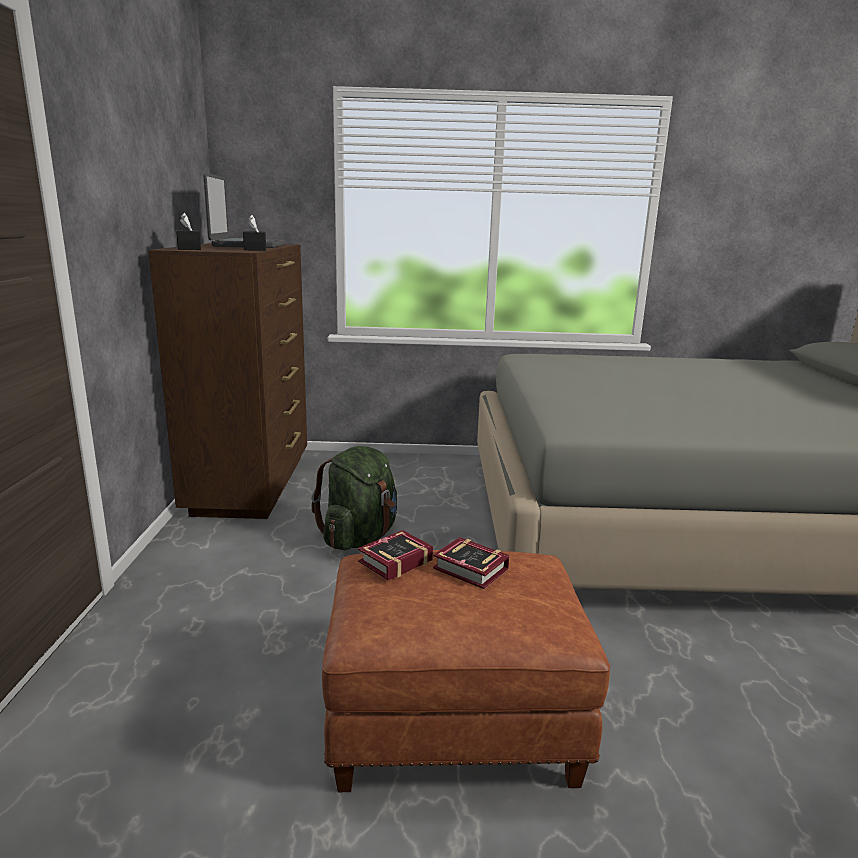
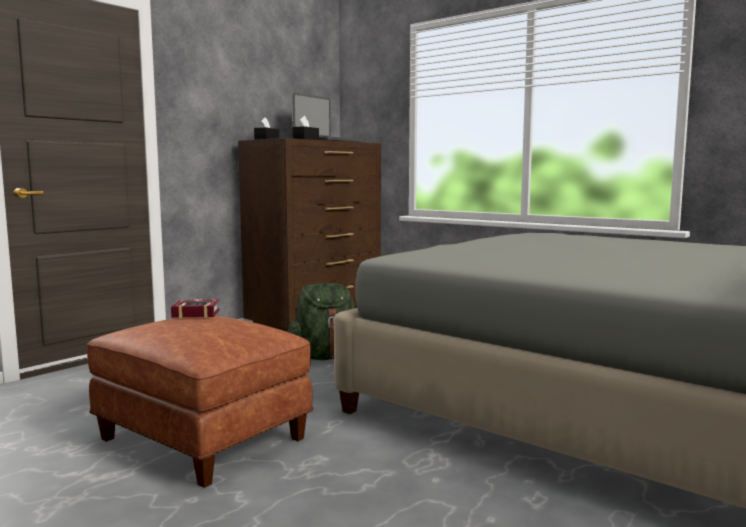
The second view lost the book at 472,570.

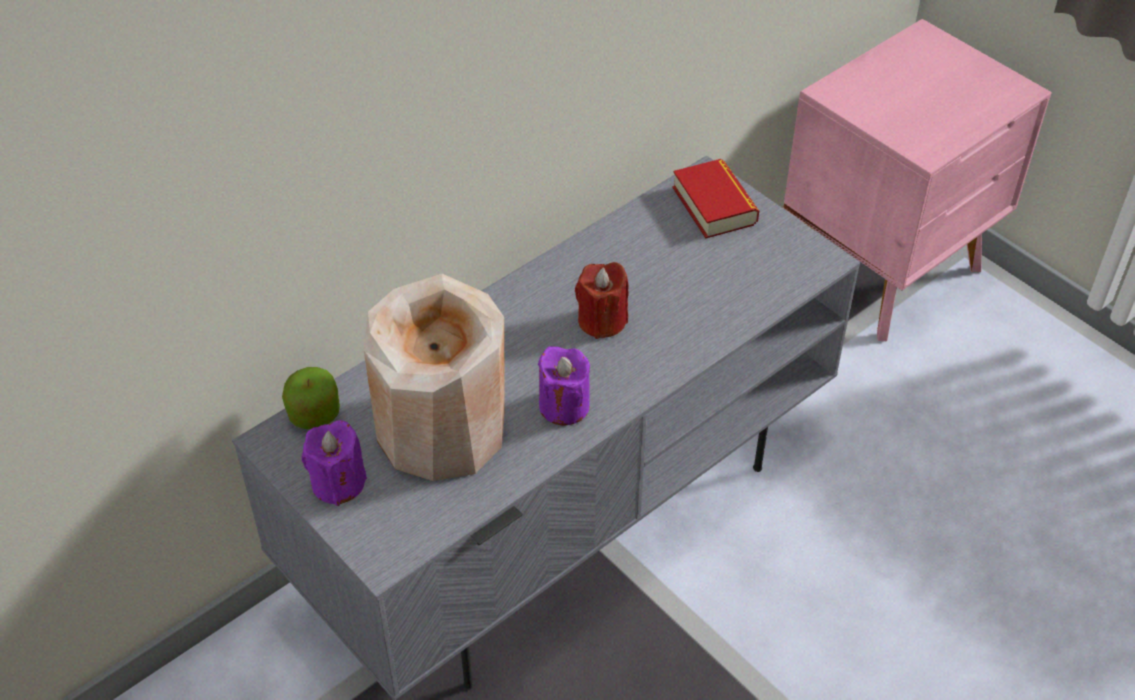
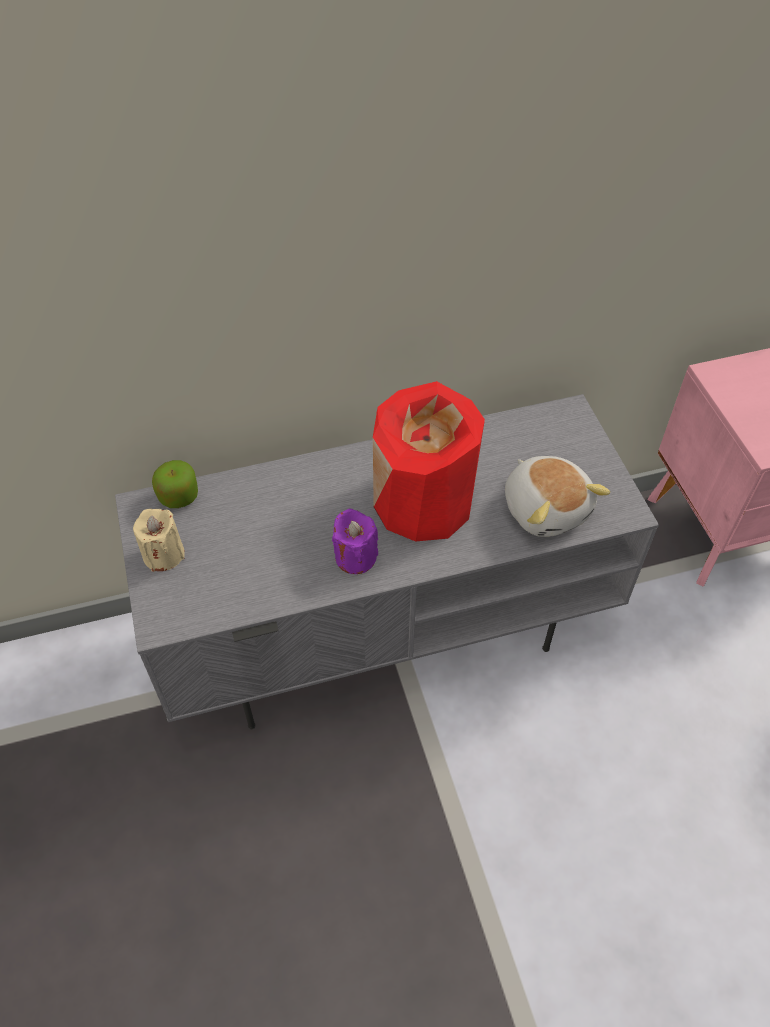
The second view lost the book at 714,205. Where the candle (red) stood at 602,321, the vase (red) came to stand at 423,499. The second view lost the vase (beige) at 442,427. What was the candle (purple) at 338,483 turned into the candle (beige) at 163,554. The second view gained the plush toy at 546,508.

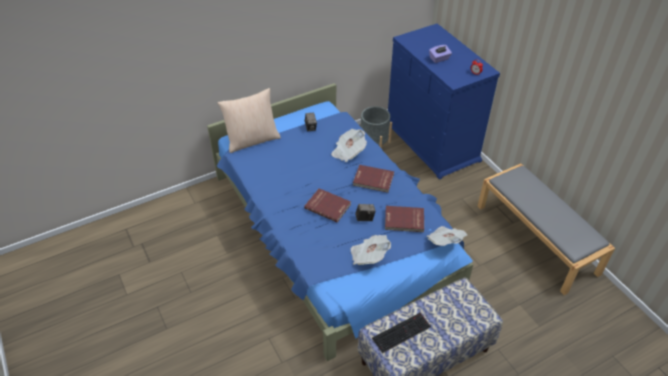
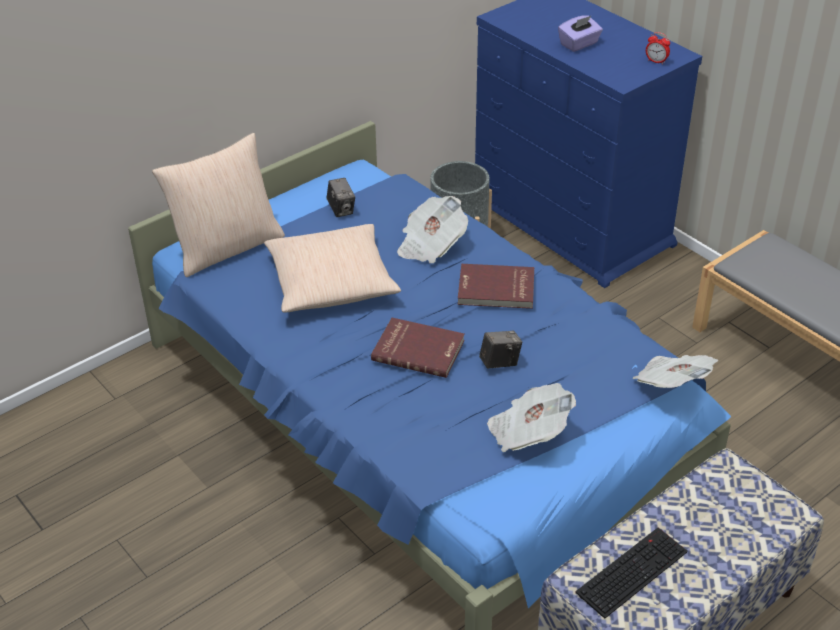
The second view lost the book (red) at 404,220. The second view gained the pillow (beige) at 331,282.

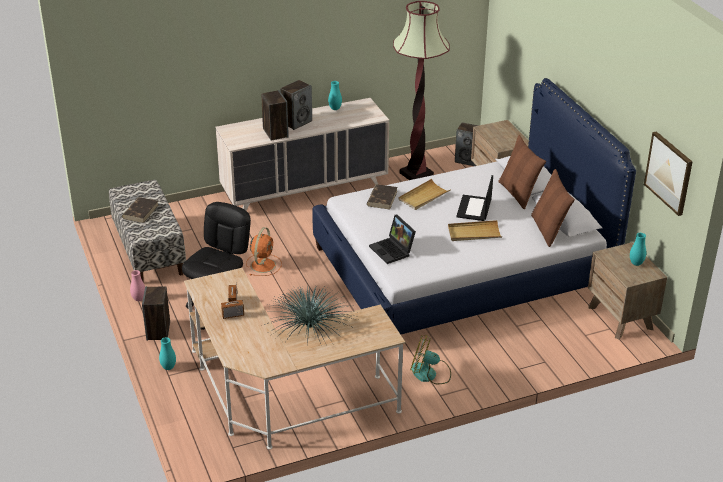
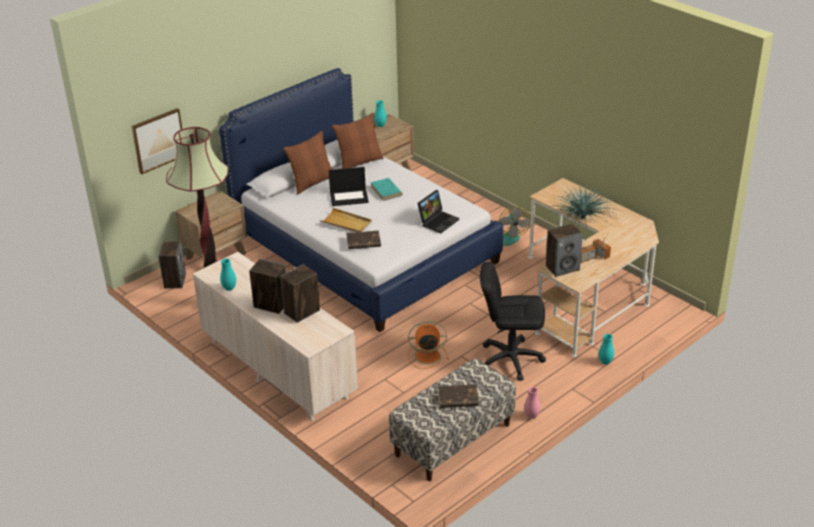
The picture ended up elsewhere, having gone from 669,173 to 158,140. Where the tray (beige) stood at 474,233, the book (turquoise) came to stand at 386,191. The speaker ended up elsewhere, having gone from 158,331 to 562,268.

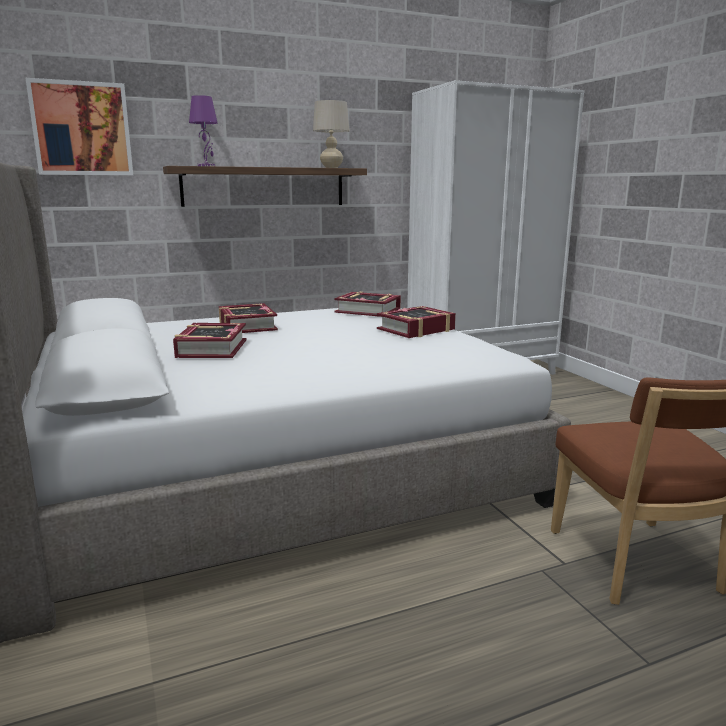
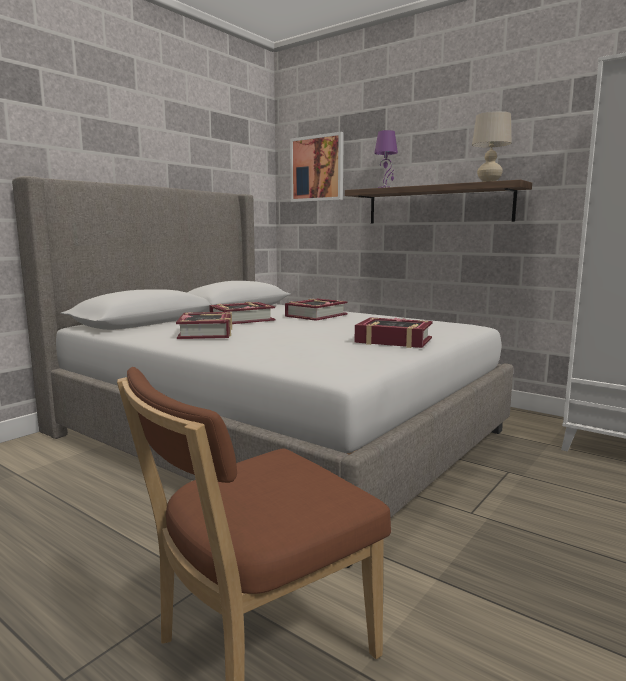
The book ended up elsewhere, having gone from 368,311 to 206,333.

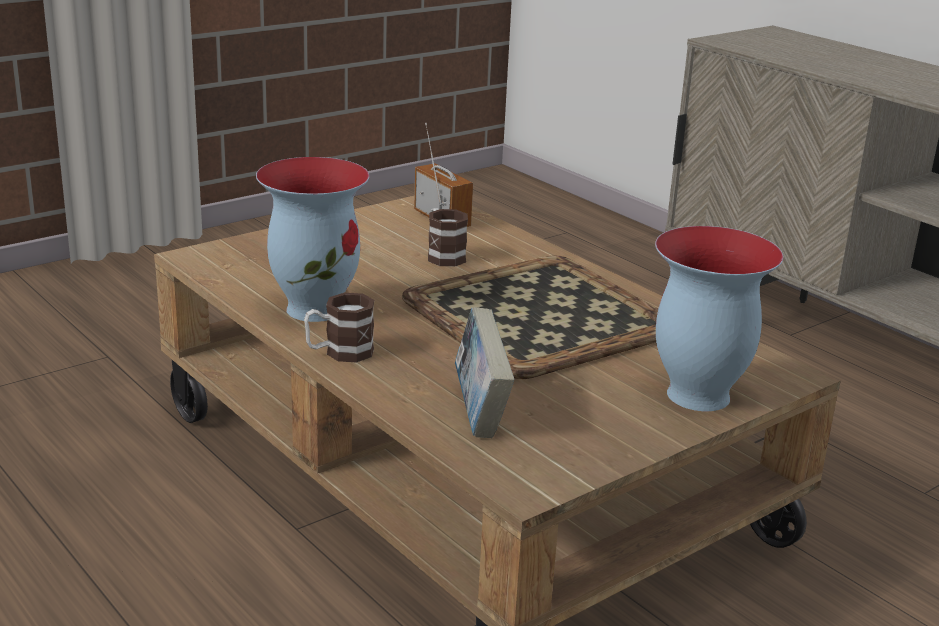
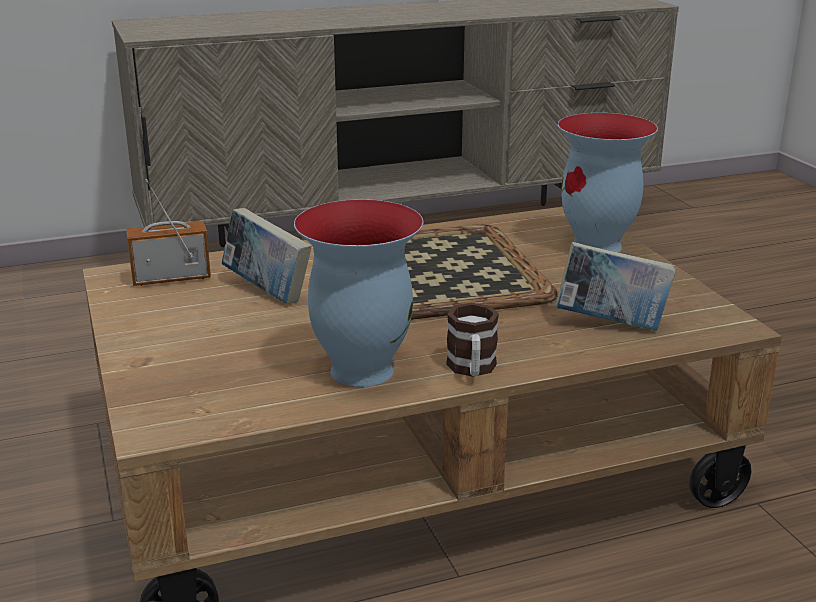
Where the mug stood at 443,255, the book came to stand at 267,291.

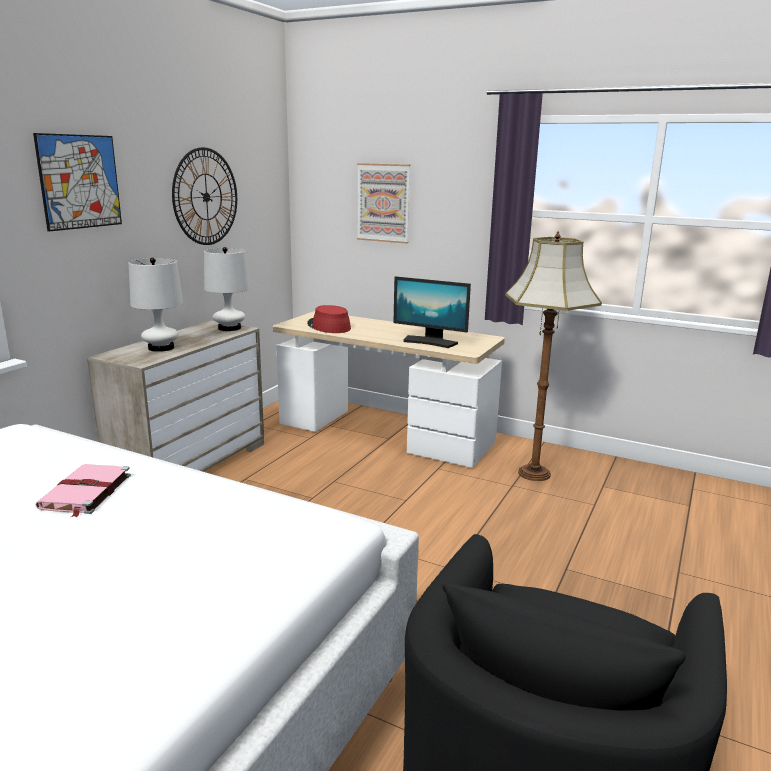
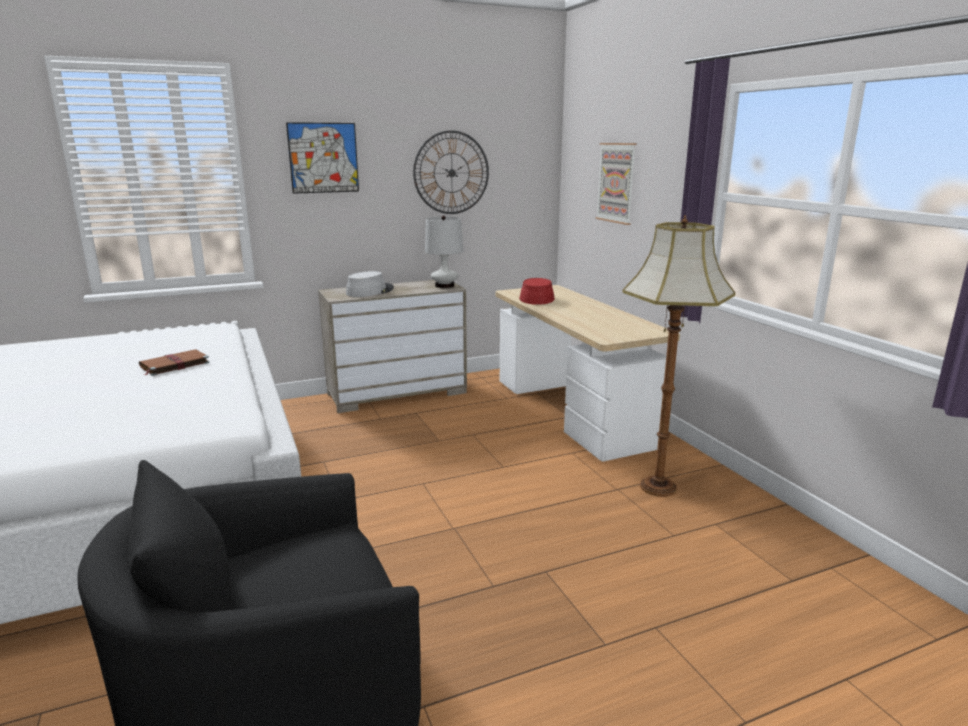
Where the table lamp (white) stood at 161,348, the hat (grey) came to stand at 370,291. The second view lost the monitor at 430,342. What was the book (pink) at 85,492 turned into the book (brown) at 173,365.

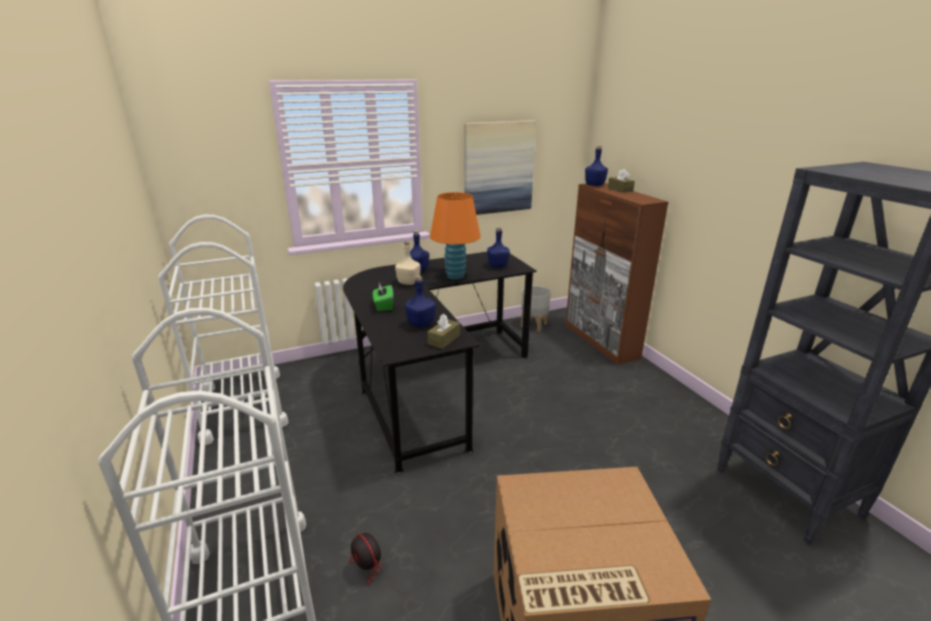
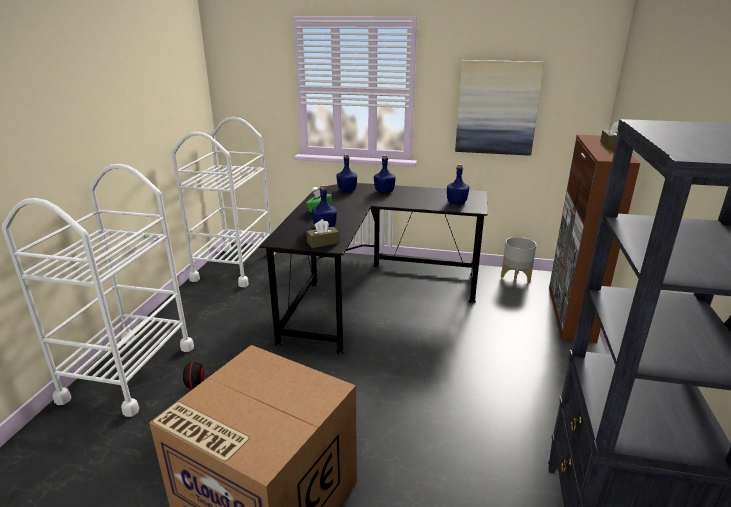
The bottle (blue) ended up elsewhere, having gone from 594,185 to 346,190. The second view lost the table lamp (orange) at 455,276. The second view lost the bottle (beige) at 408,282.

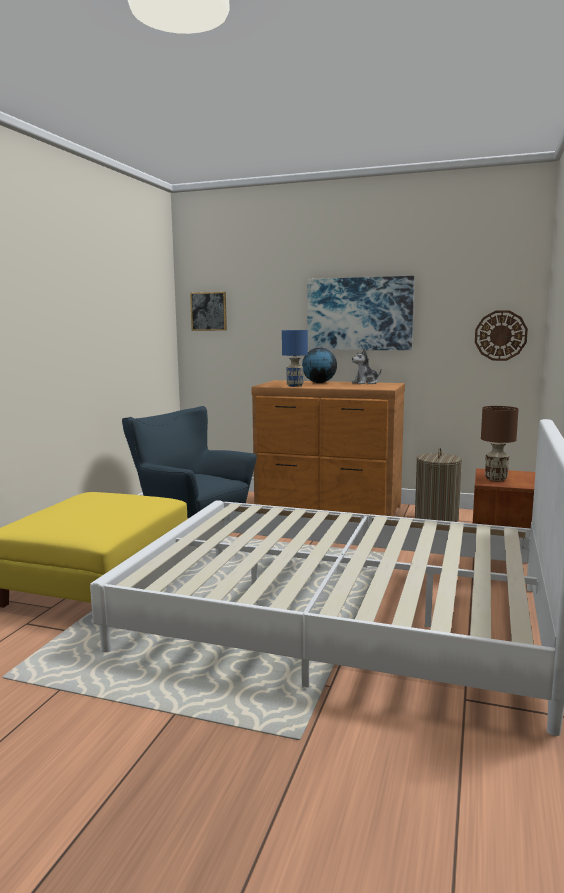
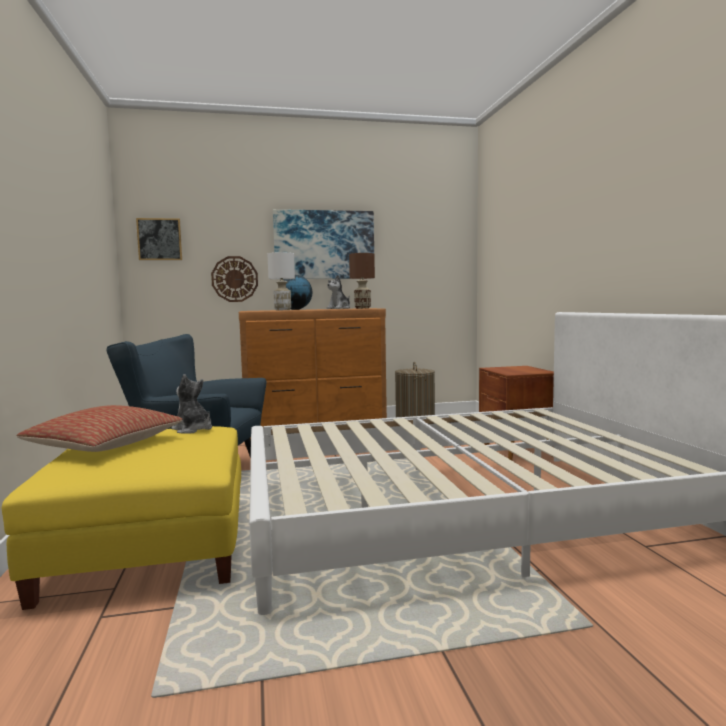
The wall clock ended up elsewhere, having gone from 500,335 to 234,279. What was the table lamp (blue) at 295,386 turned into the table lamp (white) at 283,310. The table lamp (brown) ended up elsewhere, having gone from 495,479 to 362,308. The second view gained the plush toy at 193,430. The second view gained the pillow at 104,446.

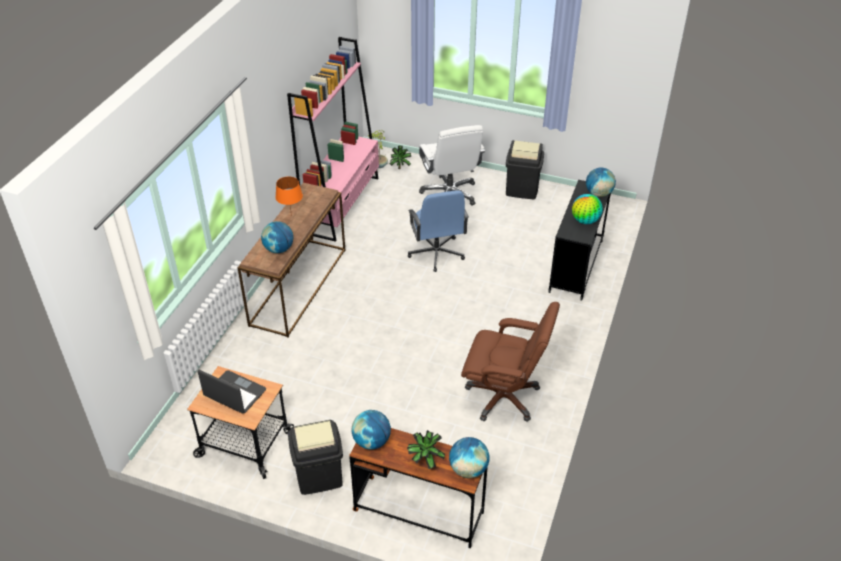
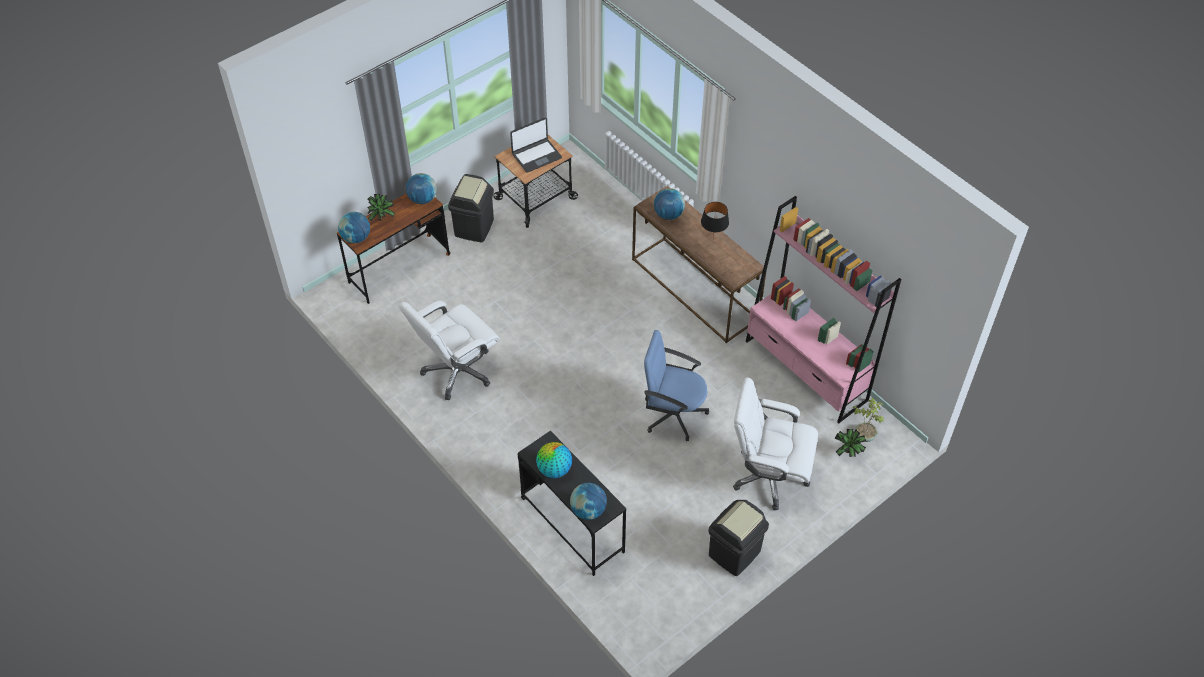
What was the table lamp (orange) at 291,215 turned into the table lamp (black) at 713,238. What was the office chair (brown) at 504,396 turned into the office chair (white) at 457,371.

